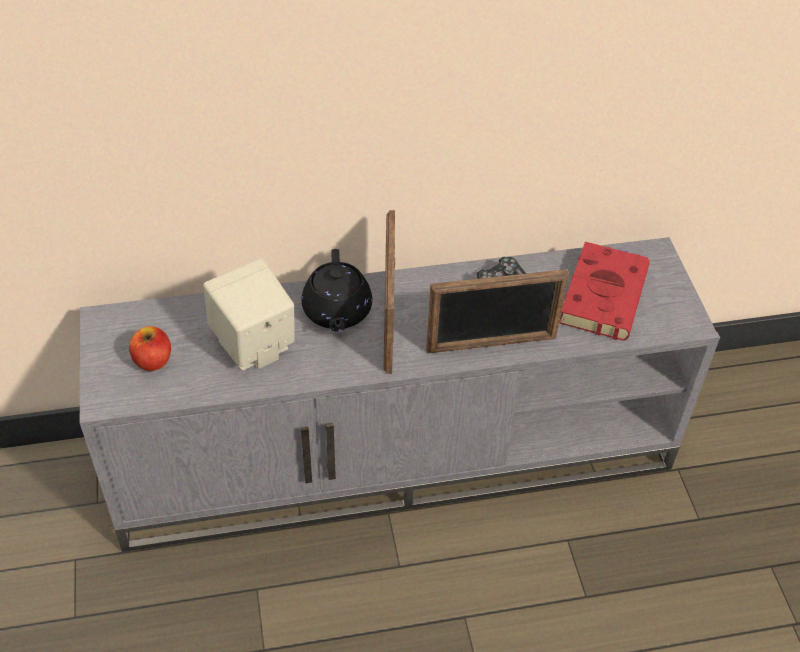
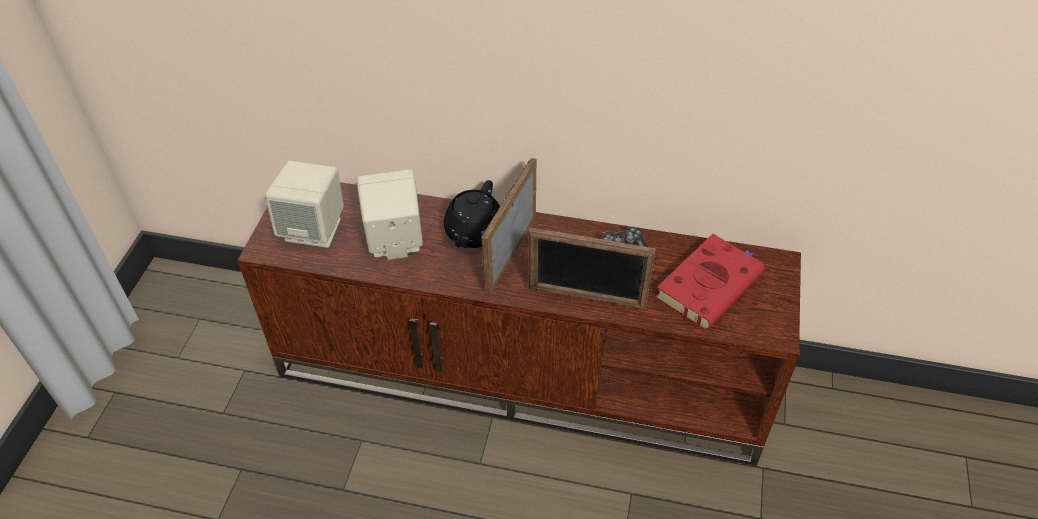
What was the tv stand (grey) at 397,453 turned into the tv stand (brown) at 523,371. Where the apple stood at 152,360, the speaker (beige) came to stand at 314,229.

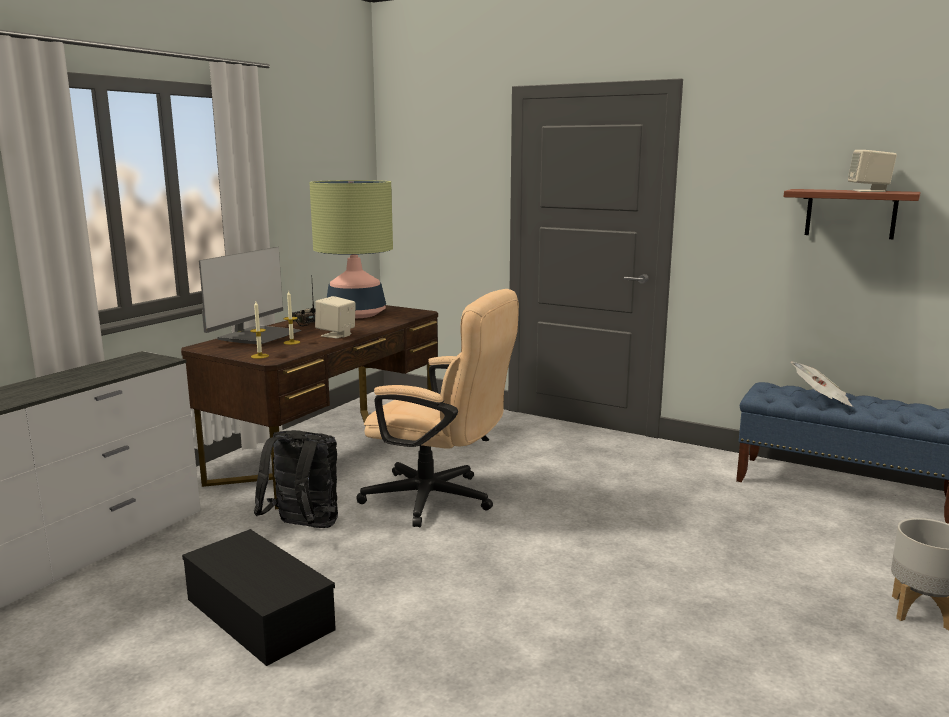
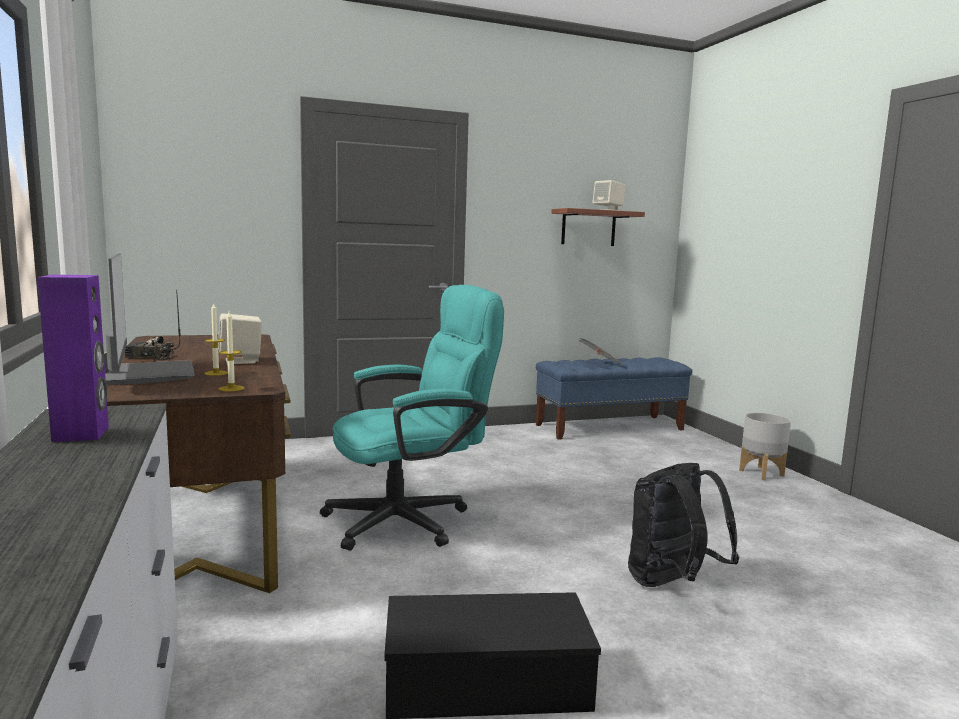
The second view lost the table lamp at 356,314. What was the office chair (beige) at 439,500 turned into the office chair (turquoise) at 411,519. The backpack (black) ended up elsewhere, having gone from 303,527 to 672,583. The second view gained the speaker (purple) at 82,434.

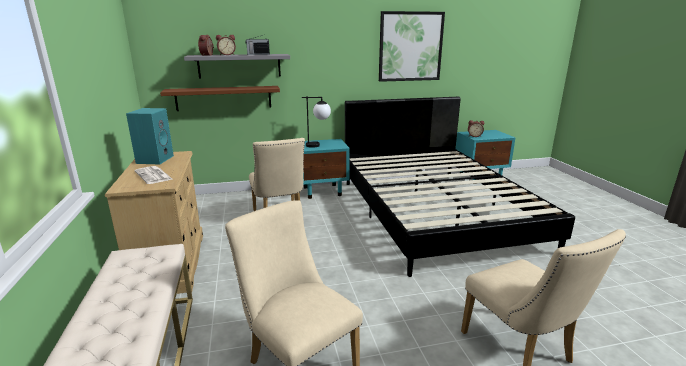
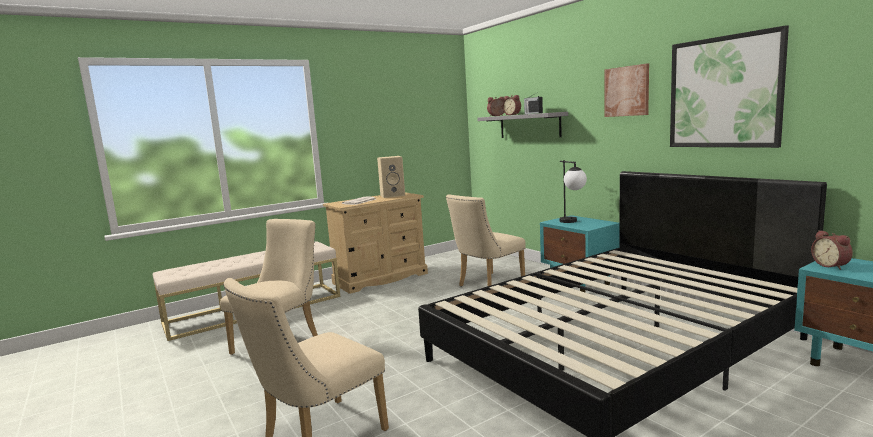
The second view lost the shelf (brown) at 224,98. What was the speaker (turquoise) at 155,159 turned into the speaker (beige) at 393,195. The second view gained the picture at 627,91.

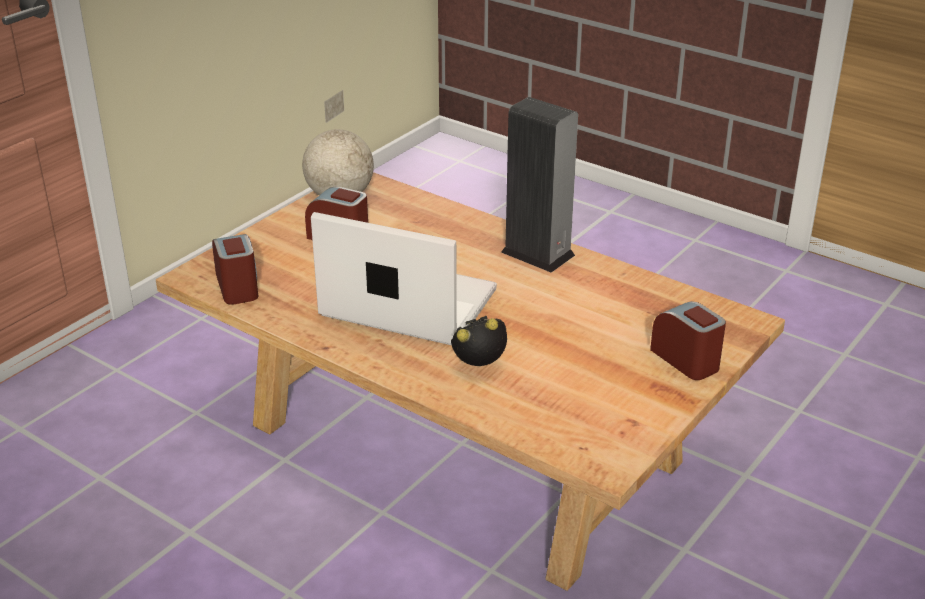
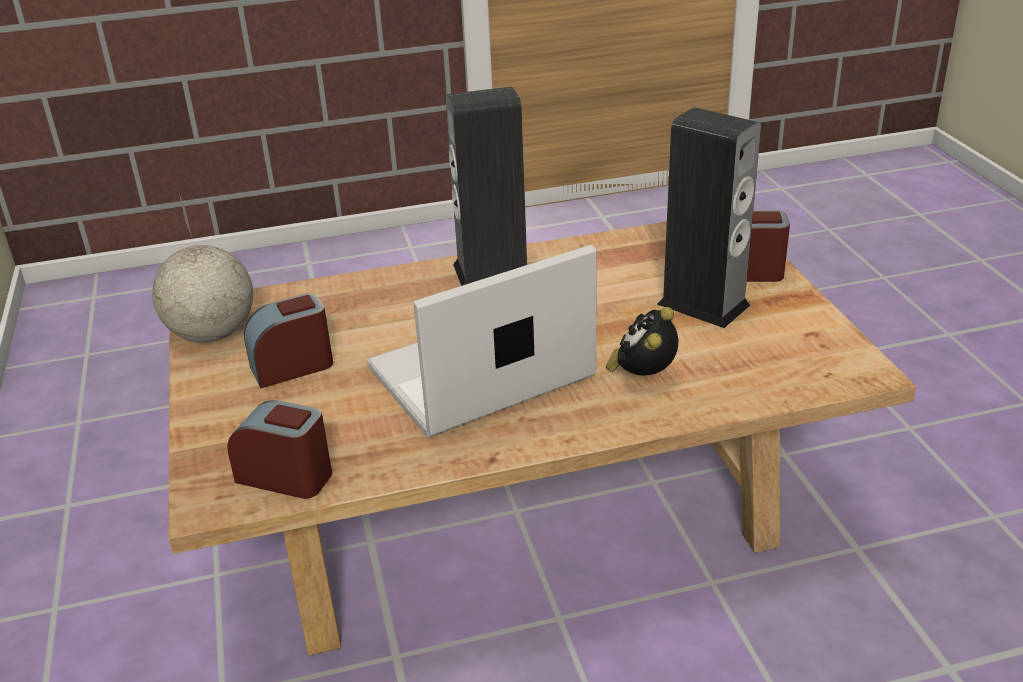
The second view gained the speaker at 703,304.

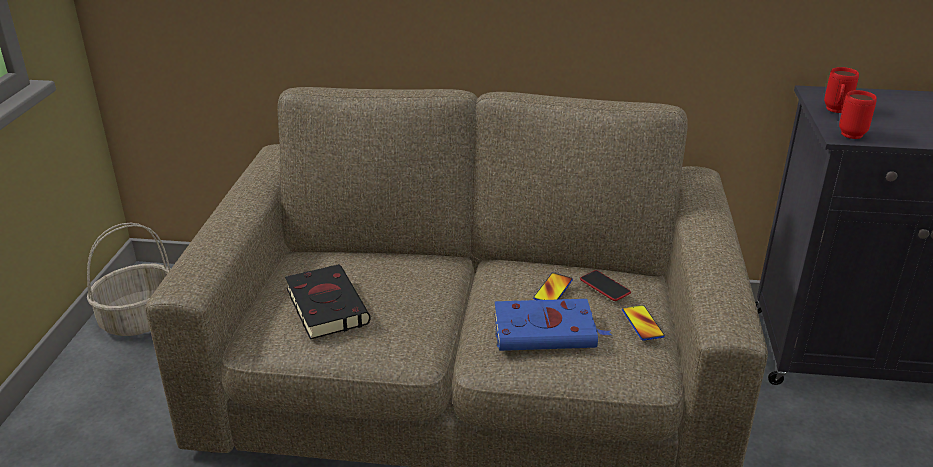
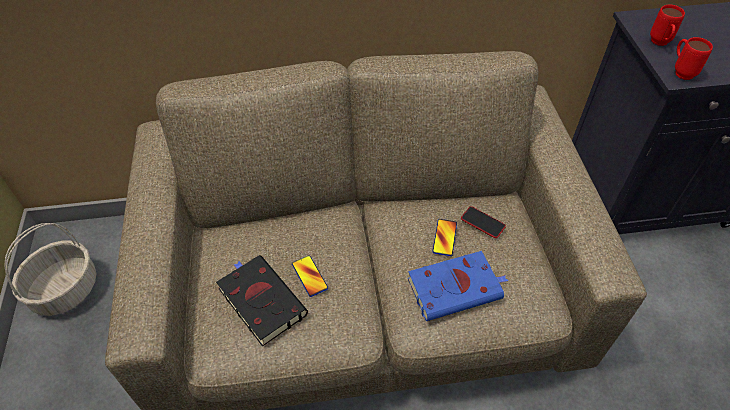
The phone ended up elsewhere, having gone from 642,323 to 309,276.

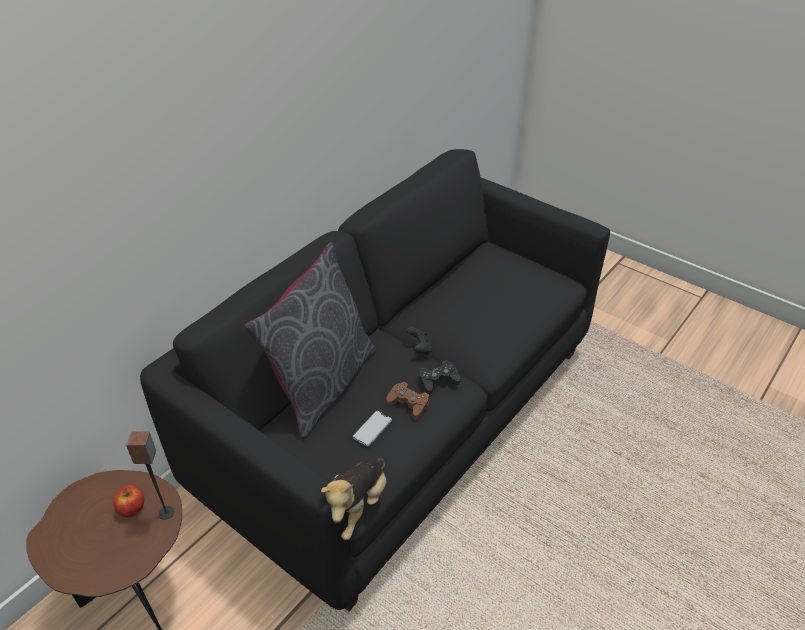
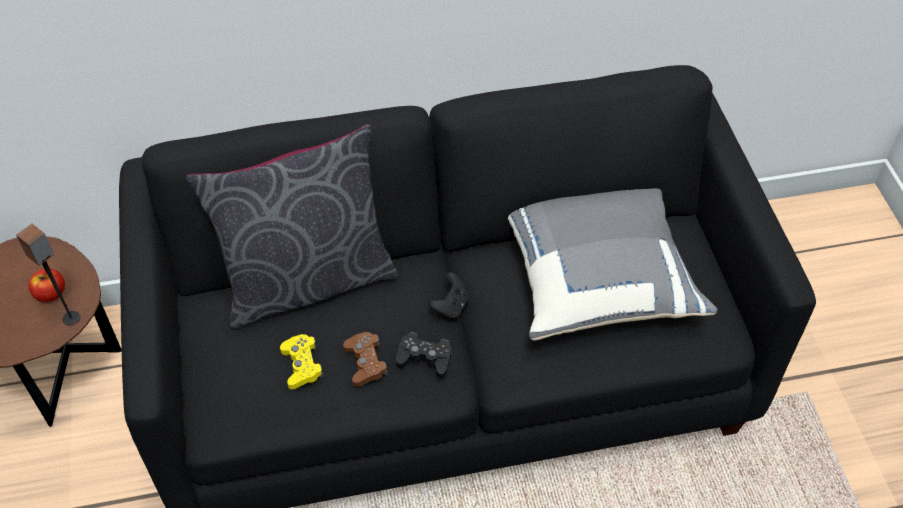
Where the phone stood at 372,429, the game controller (yellow) came to stand at 302,365. The second view lost the plush toy at 356,507. The second view gained the pillow (grey) at 597,279.

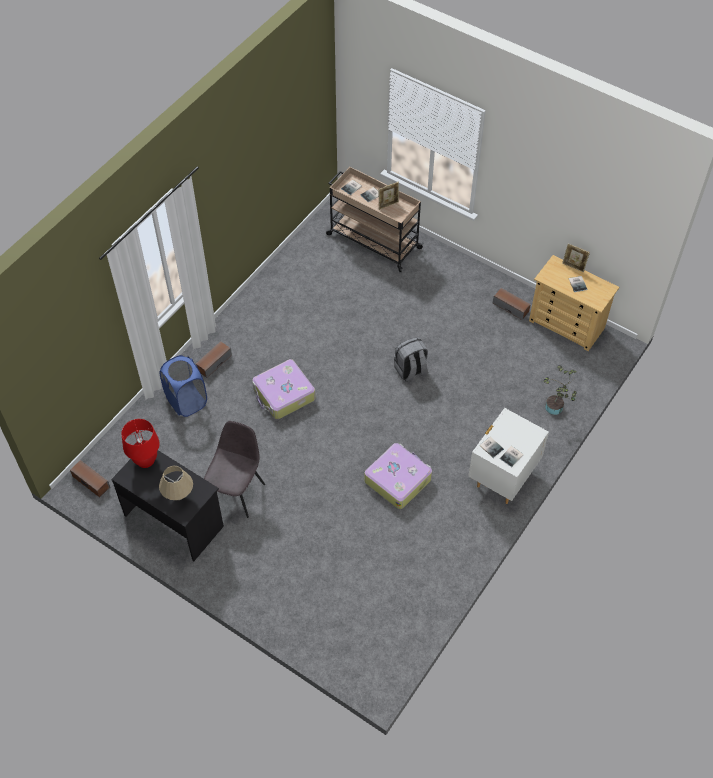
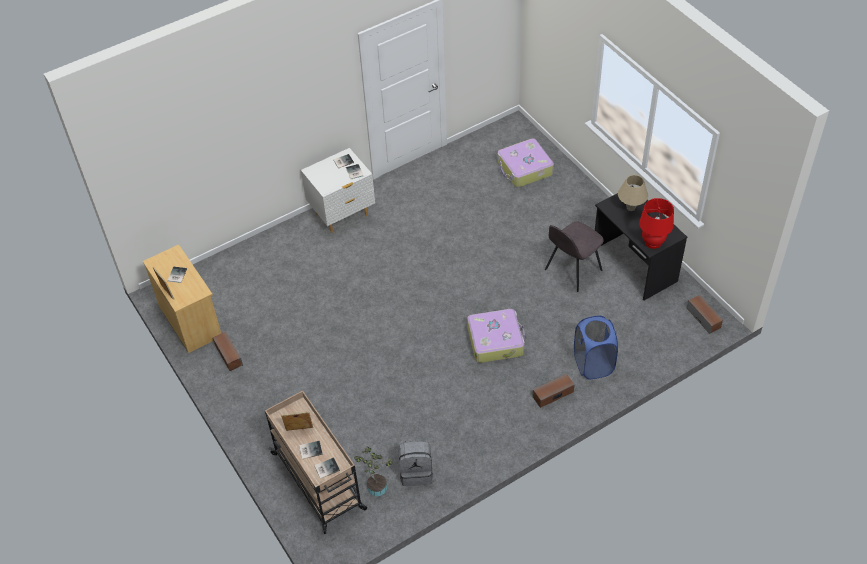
The backpack (grey) ended up elsewhere, having gone from 410,371 to 416,472. The potted plant ended up elsewhere, having gone from 555,408 to 376,485. The suitcase ended up elsewhere, having gone from 398,479 to 524,169.

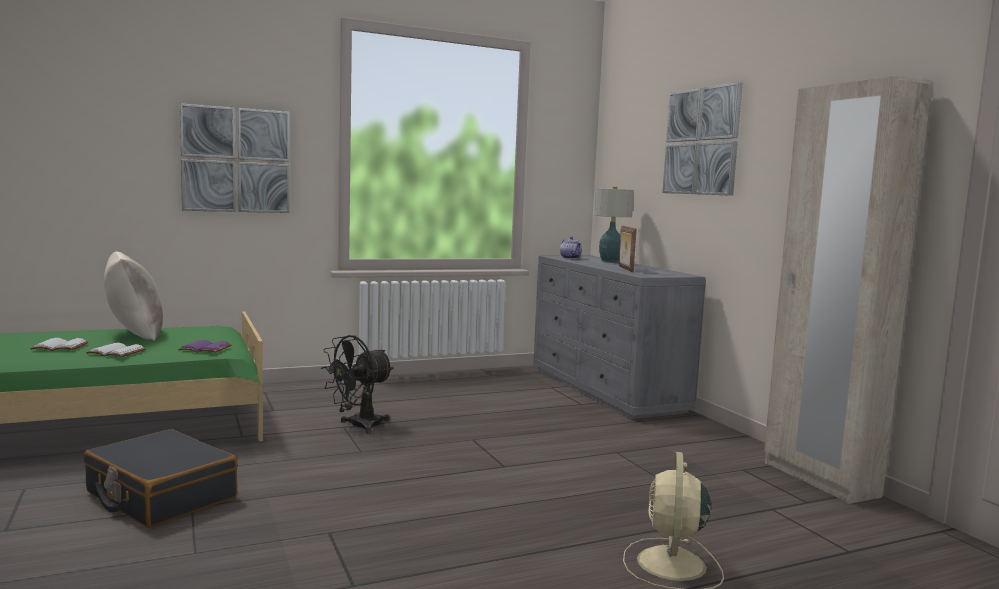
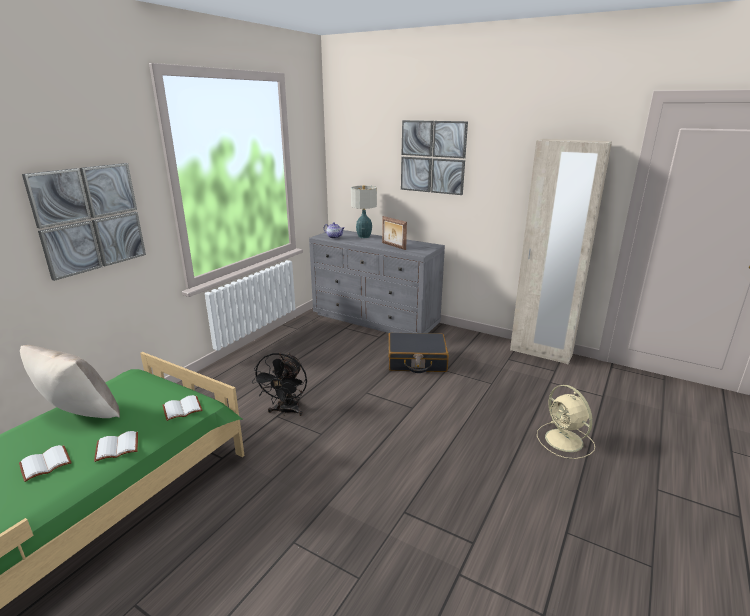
What was the book (purple) at 206,348 turned into the book (white) at 183,408. The suitcase (black) ended up elsewhere, having gone from 160,496 to 416,361.

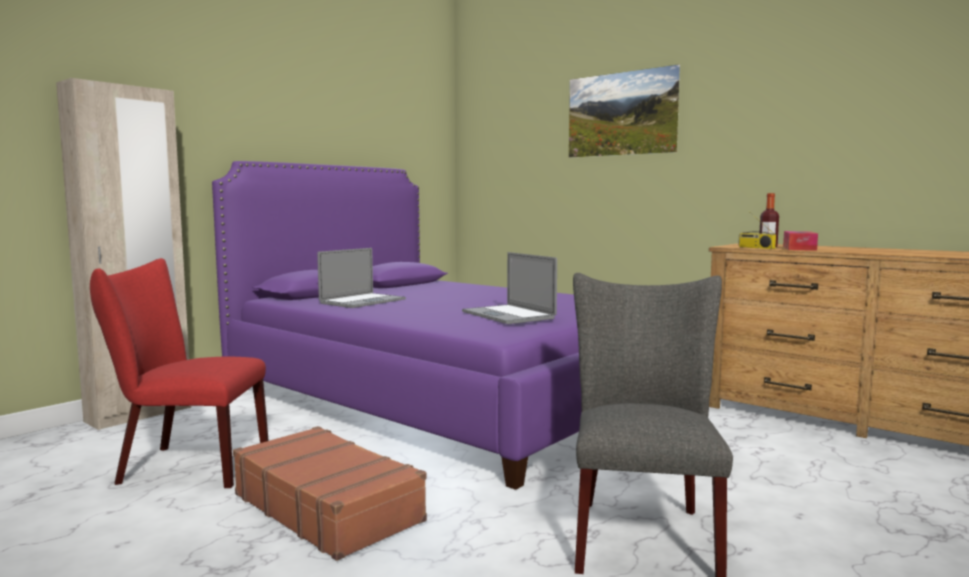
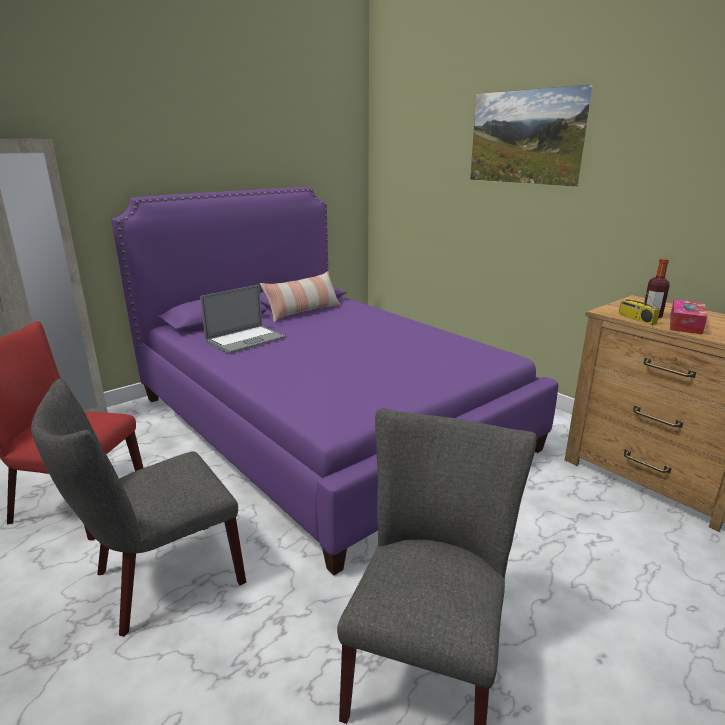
The second view lost the laptop at 508,315. Where the suitcase (brown) stood at 328,507, the chair (grey) came to stand at 160,580. The second view gained the pillow at 303,312.

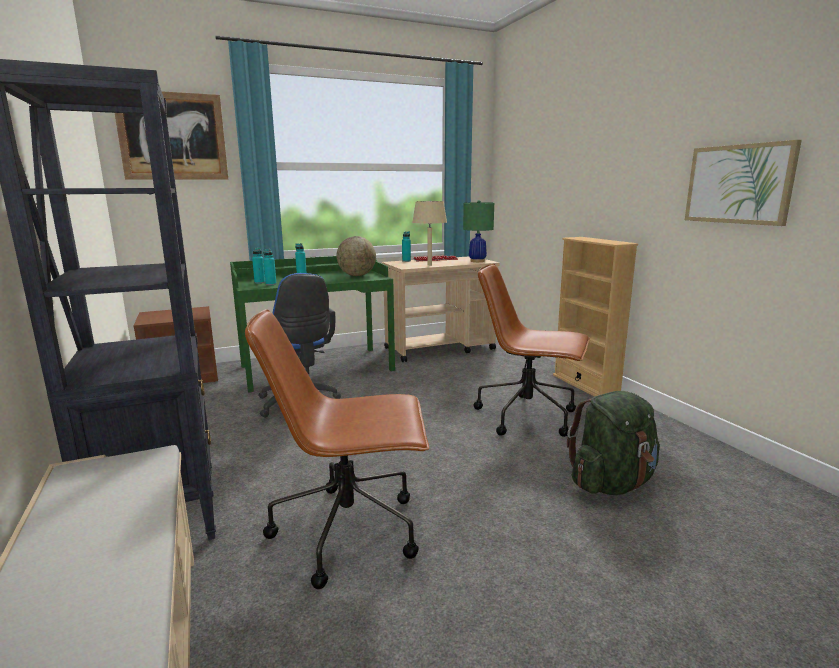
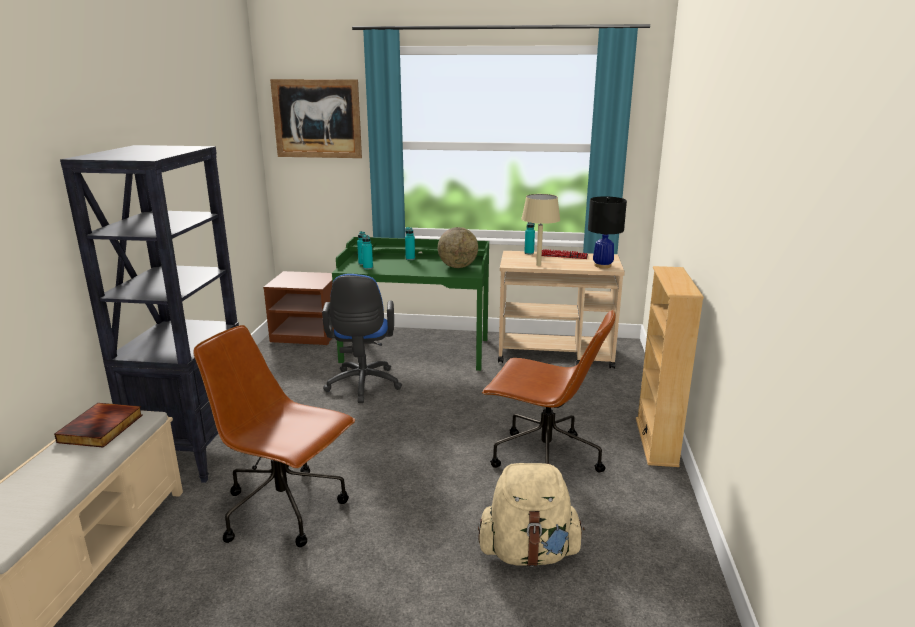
The second view lost the picture at 738,184. What was the table lamp (green) at 477,261 turned into the table lamp (black) at 602,265. The office chair (brown) at 528,416 ended up facing another way, 150 degrees clockwise from before. What was the backpack (green) at 611,483 turned into the backpack (beige) at 529,553. The second view gained the book at 102,429.

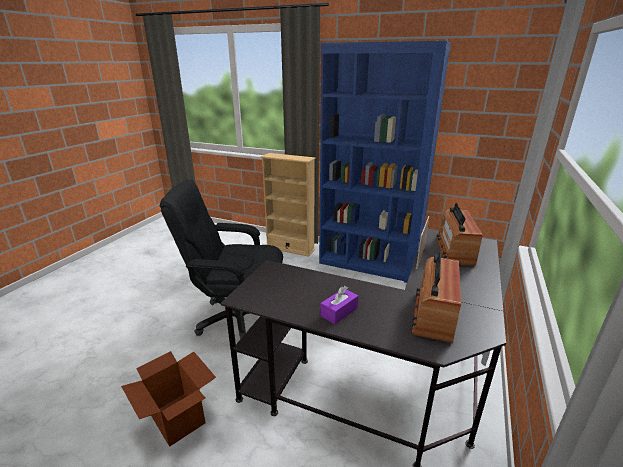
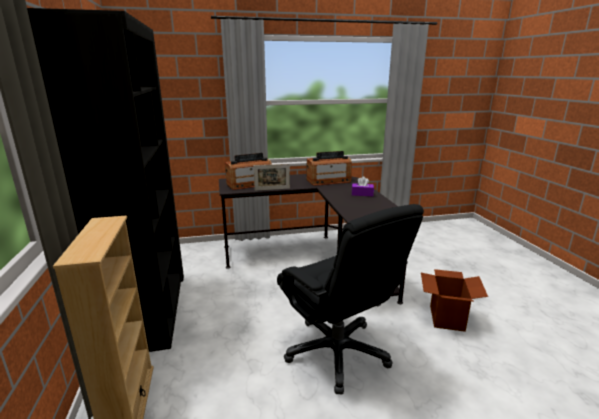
What was the bookcase (blue) at 369,263 turned into the bookcase (black) at 151,310.

